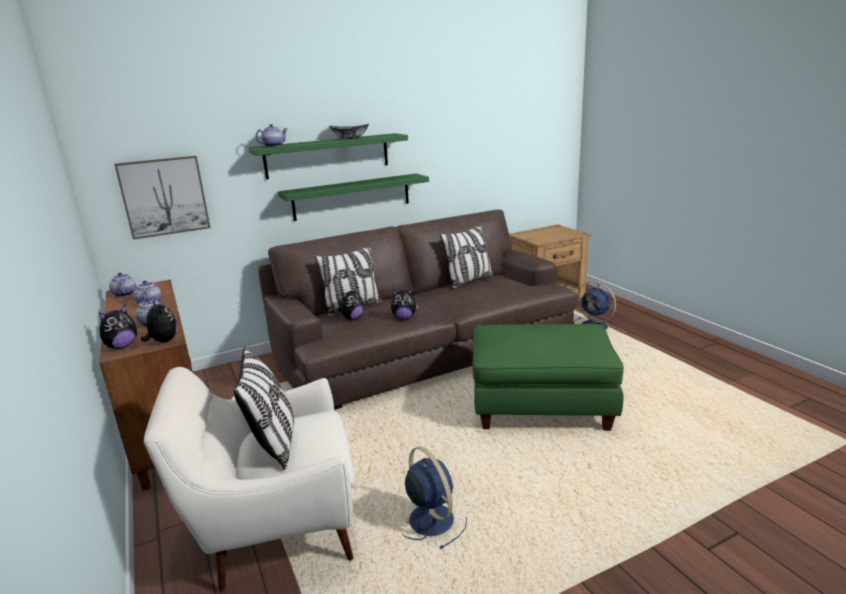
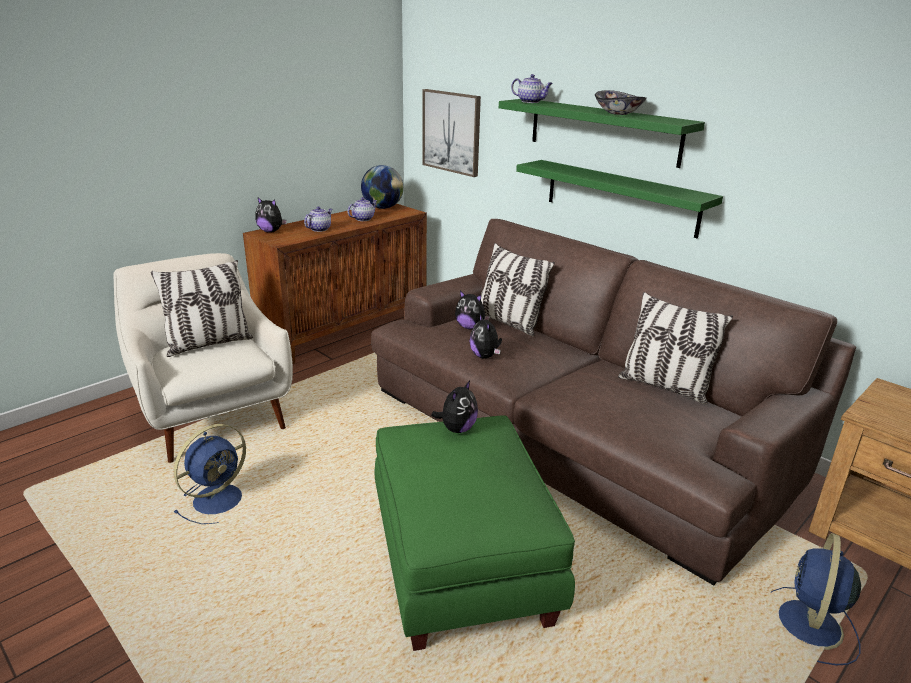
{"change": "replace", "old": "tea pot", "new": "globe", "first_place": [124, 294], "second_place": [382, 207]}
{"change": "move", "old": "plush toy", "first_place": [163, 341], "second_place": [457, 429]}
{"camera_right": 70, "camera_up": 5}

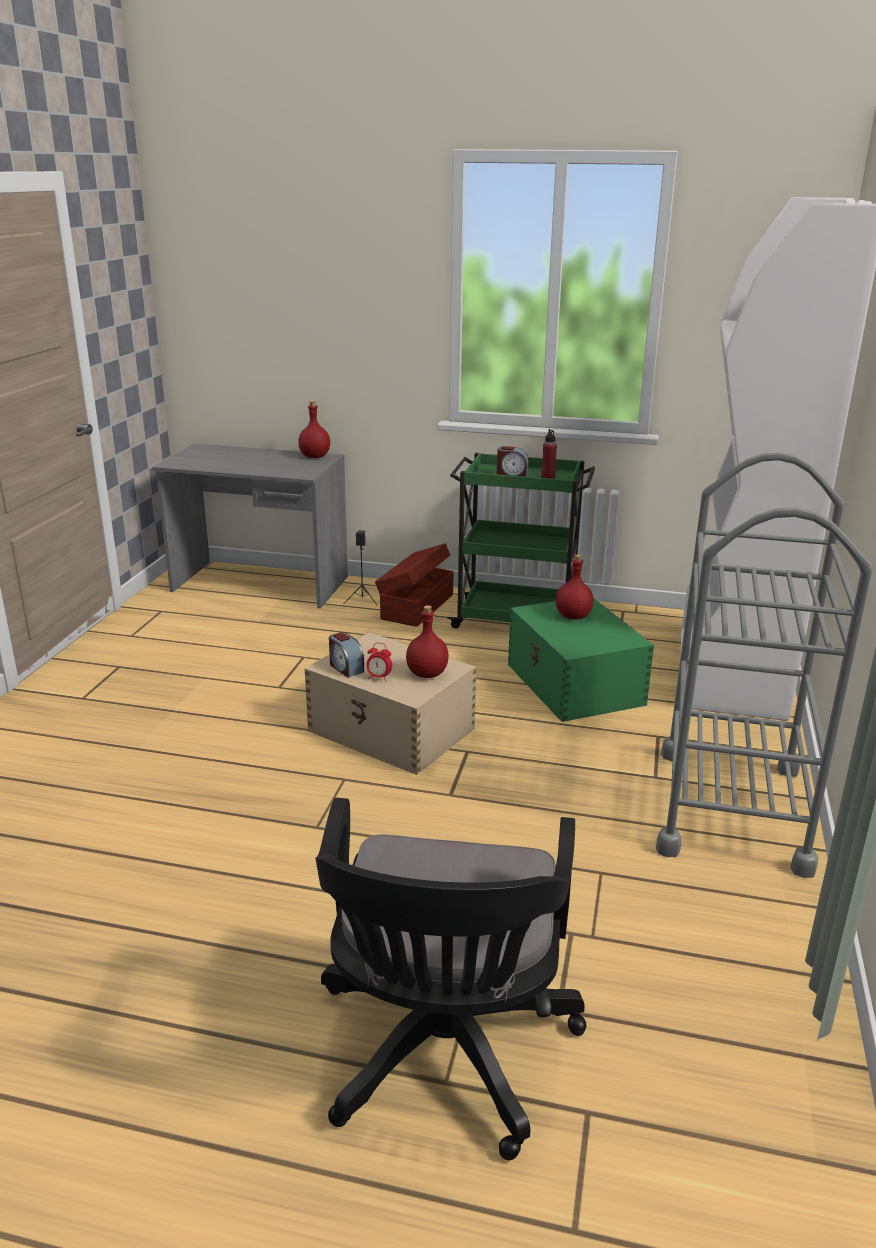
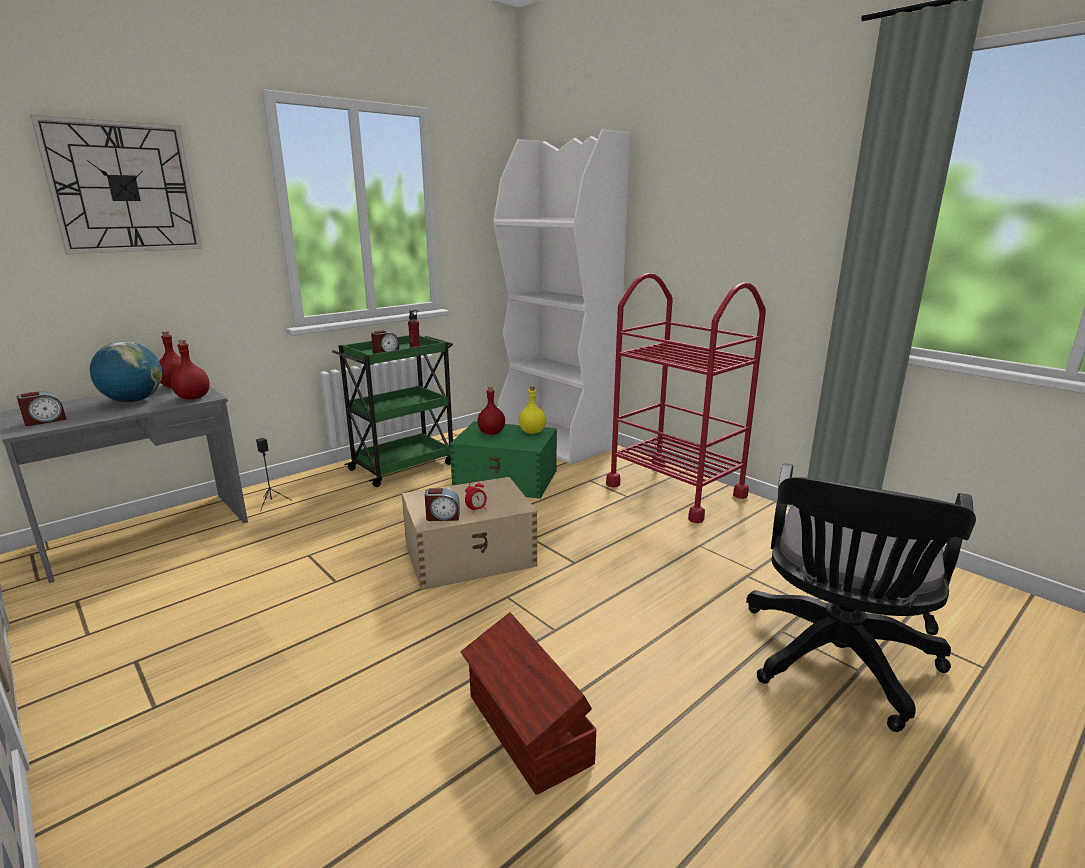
{"change": "rotate", "old": "black office chair", "first_place": [443, 1056], "second_place": [836, 662], "degrees": 75}
{"change": "move", "old": "brown-coloured storage bin", "first_place": [416, 607], "second_place": [527, 730]}
{"change": "move", "old": "red-coloured bottle", "first_place": [426, 674], "second_place": [193, 398]}
{"change": "recolor", "old": "grey trolley", "new": "red-coloured trolley", "first_place": [732, 808], "second_place": [675, 490]}
{"change": "insert", "new": "bedside clock", "second_place": [45, 421]}
{"change": "insert", "new": "clock on the wall", "second_place": [123, 188]}
{"change": "insert", "new": "globe", "second_place": [133, 401]}
{"change": "insert", "new": "yellow bottle", "second_place": [532, 432]}
{"camera_right": -55, "camera_up": -5}

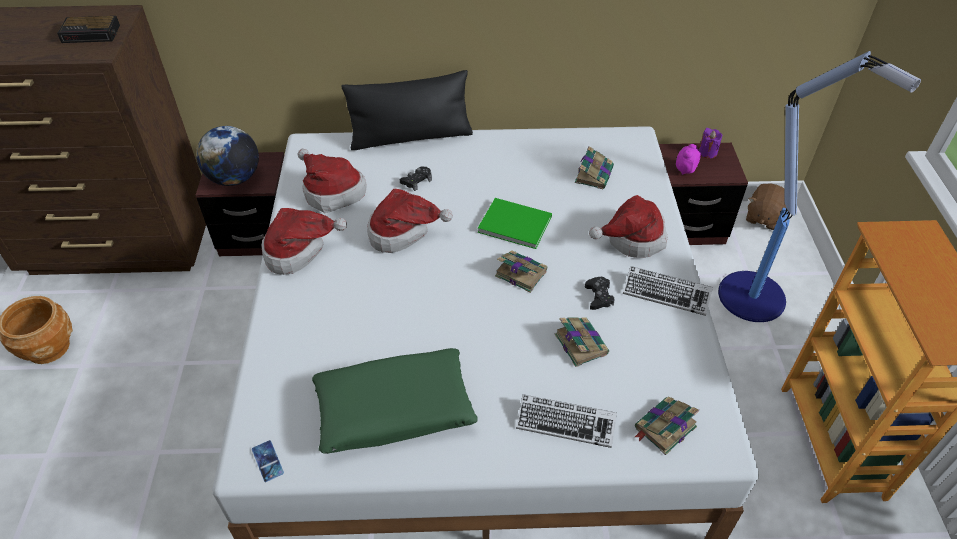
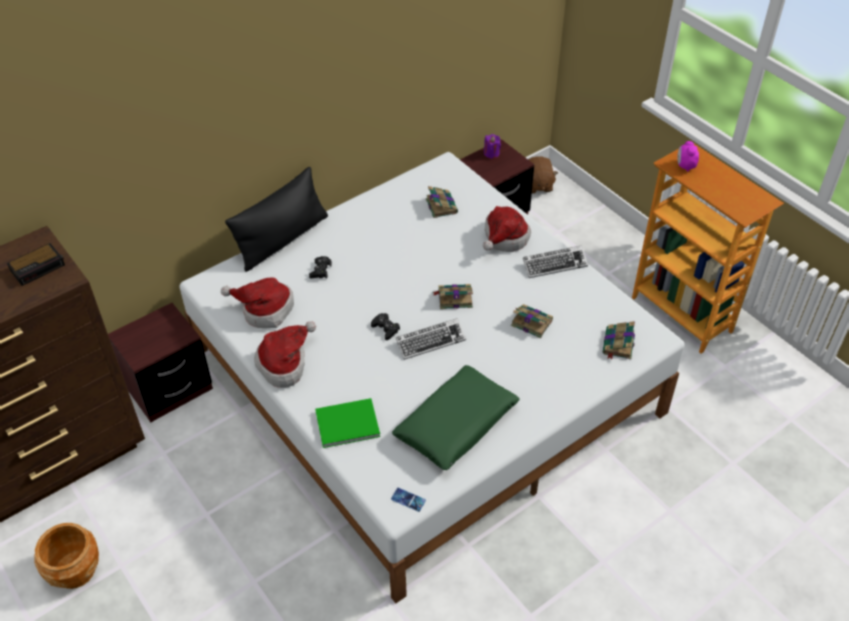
{"change": "delete", "old": "globe", "first_place": [234, 178]}
{"change": "delete", "old": "clothing hat", "first_place": [403, 232]}
{"change": "move", "old": "greenish book", "first_place": [513, 223], "second_place": [345, 423]}
{"change": "move", "old": "PC keyboard", "first_place": [565, 423], "second_place": [430, 341]}
{"change": "move", "old": "black game controller", "first_place": [599, 296], "second_place": [385, 328]}
{"change": "move", "old": "bedside clock", "first_place": [685, 170], "second_place": [685, 166]}
{"change": "delete", "old": "standard lamp", "first_place": [754, 298]}
{"camera_right": -35, "camera_up": 0}

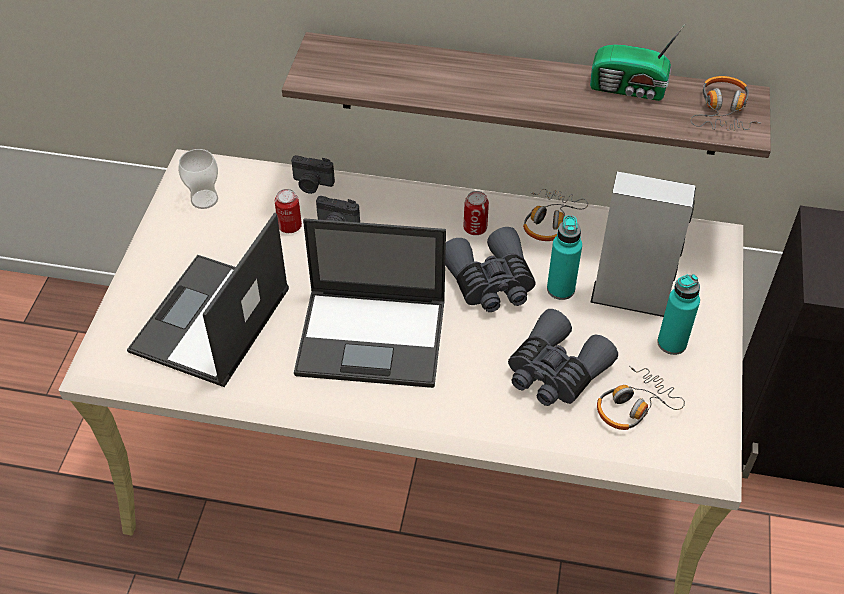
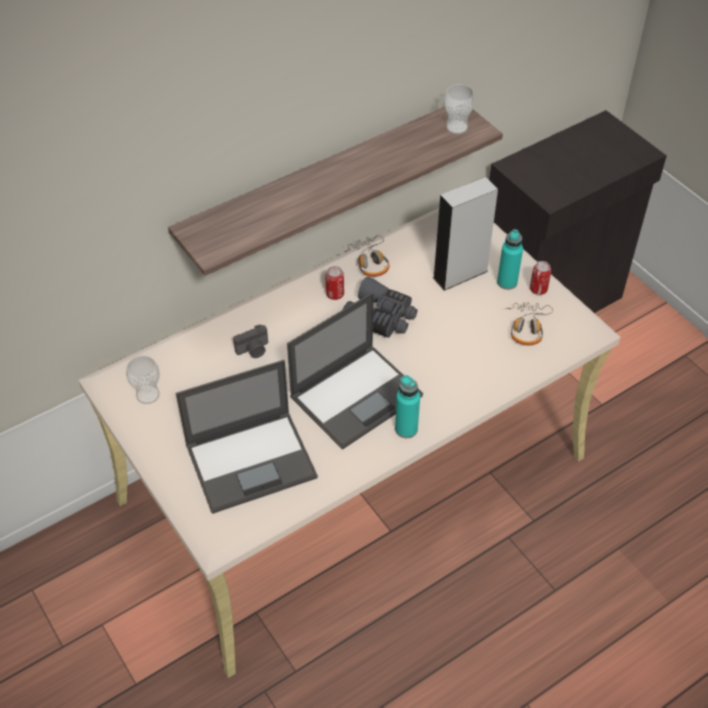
{"change": "rotate", "old": "laptop", "first_place": [210, 322], "second_place": [252, 460], "degrees": -90}
{"change": "move", "old": "sealed can", "first_place": [290, 226], "second_place": [538, 289]}
{"change": "delete", "old": "photo camera", "first_place": [312, 184]}
{"change": "delete", "old": "grey field glasses", "first_place": [555, 371]}
{"change": "move", "old": "blue-green bottle", "first_place": [560, 289], "second_place": [406, 429]}
{"change": "delete", "old": "radio receiver", "first_place": [629, 89]}
{"change": "replace", "old": "pair of headphones", "new": "cup", "first_place": [722, 112], "second_place": [456, 127]}
{"camera_right": -45, "camera_up": 0}

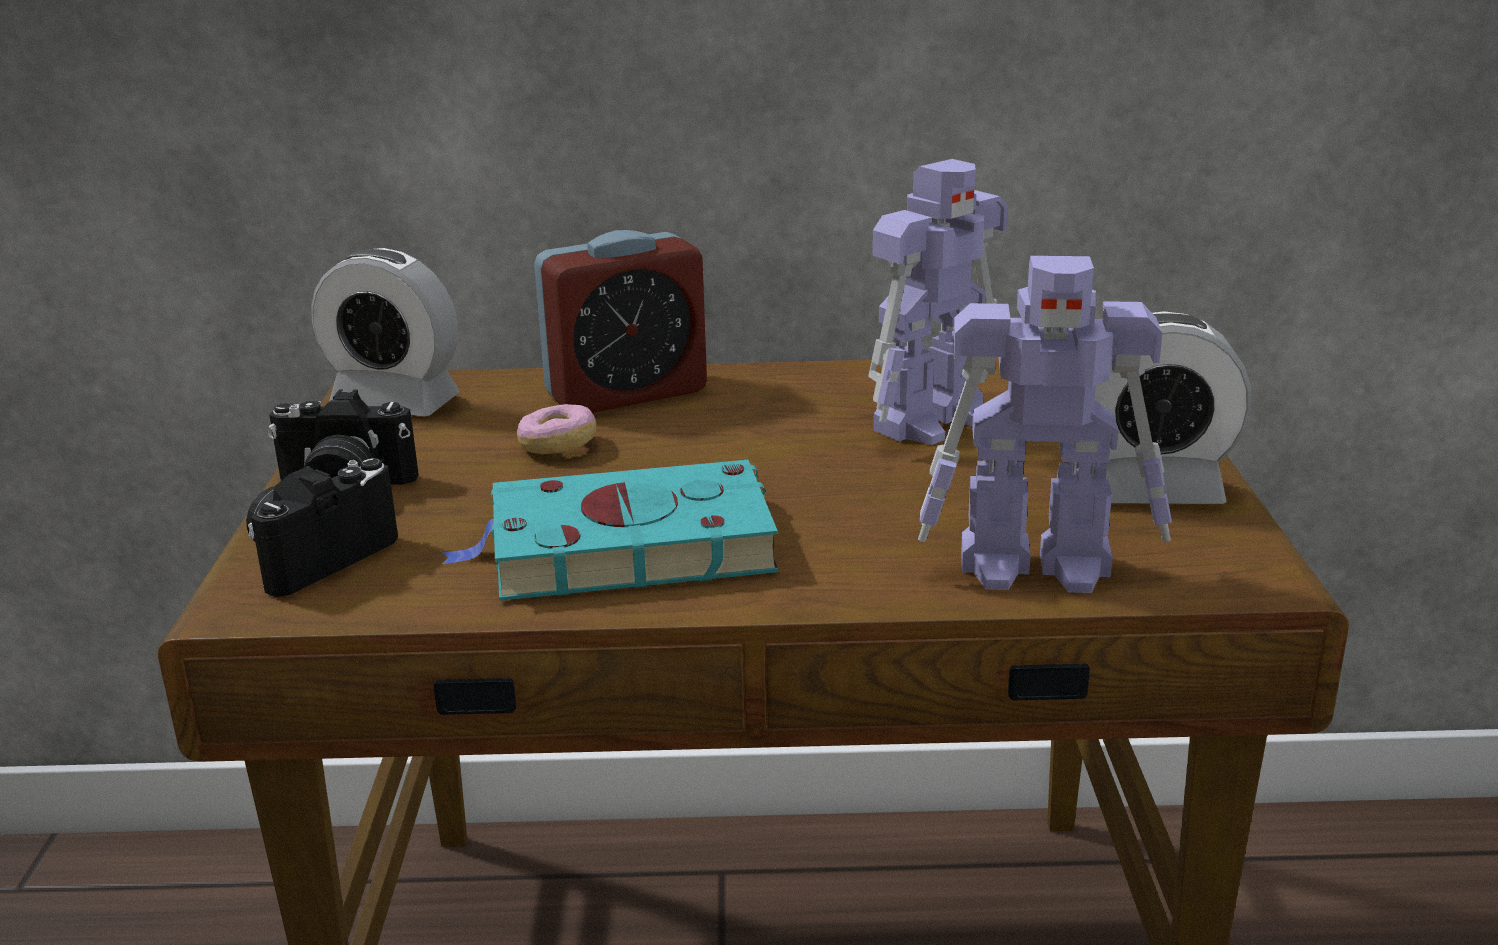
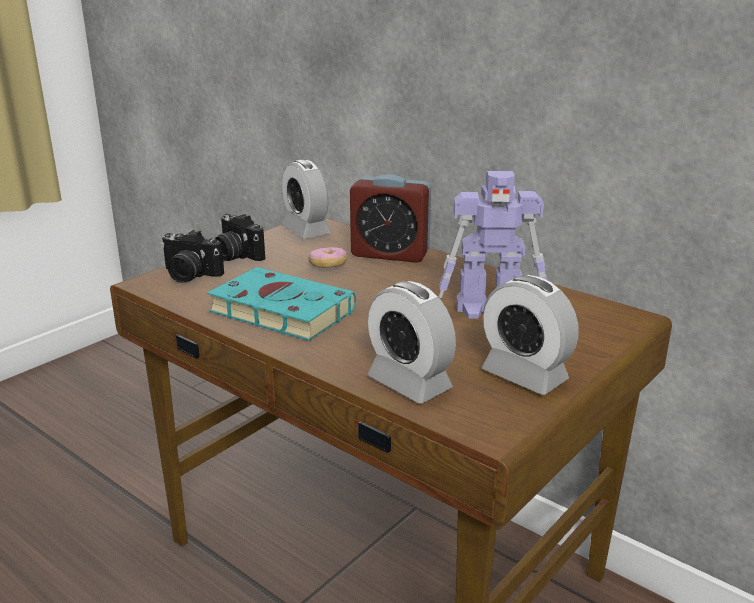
{"change": "rotate", "old": "photo camera", "first_place": [317, 557], "second_place": [189, 275], "degrees": -150}
{"change": "replace", "old": "robot figure", "new": "bedside clock", "first_place": [1039, 566], "second_place": [409, 383]}
{"camera_right": 40, "camera_up": 0}

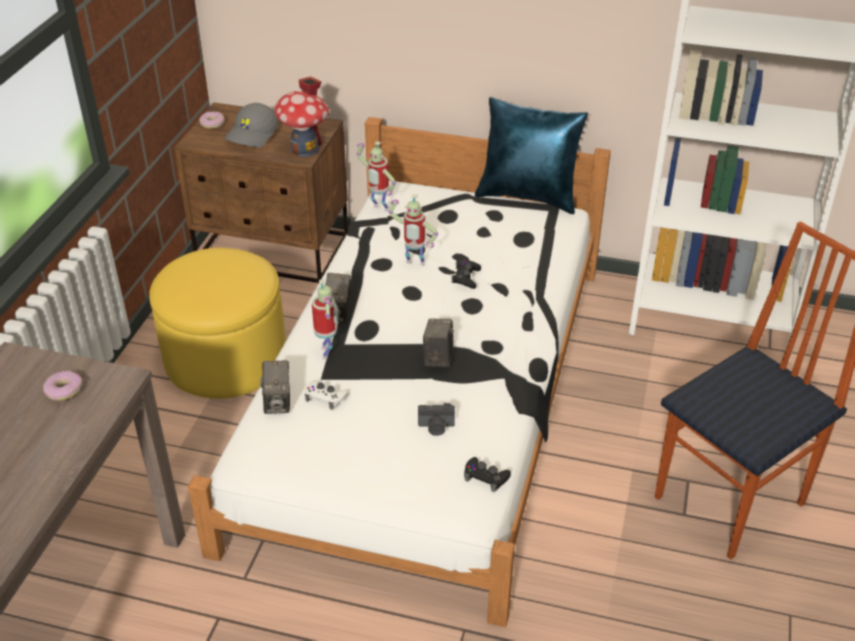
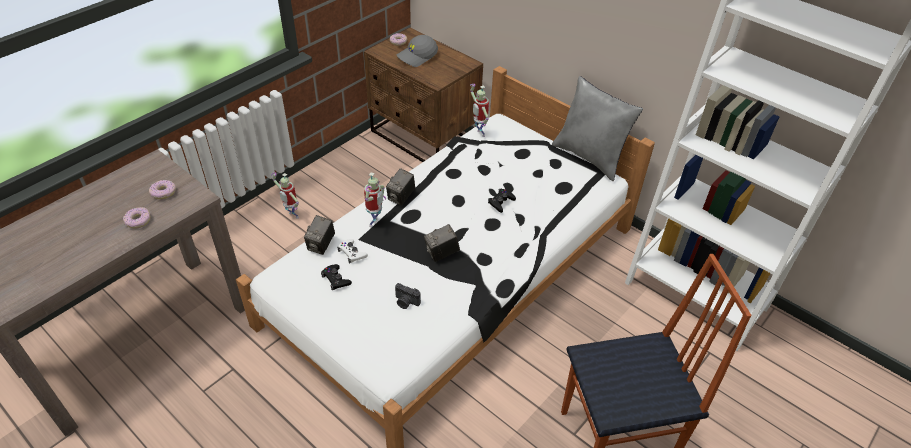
{"change": "delete", "old": "yellow footrest", "first_place": [226, 358]}
{"change": "delete", "old": "toy house", "first_place": [305, 149]}
{"change": "move", "old": "robot figure", "first_place": [414, 264], "second_place": [292, 216]}
{"change": "rotate", "old": "photo camera", "first_place": [438, 358], "second_place": [442, 253], "degrees": -150}
{"change": "move", "old": "black game controller", "first_place": [486, 477], "second_place": [336, 279]}
{"change": "recolor", "old": "blue-coloured pillow", "new": "grey pillow", "first_place": [528, 196], "second_place": [590, 157]}
{"change": "insert", "new": "doughnut", "second_place": [138, 221]}
{"camera_right": 25, "camera_up": 5}

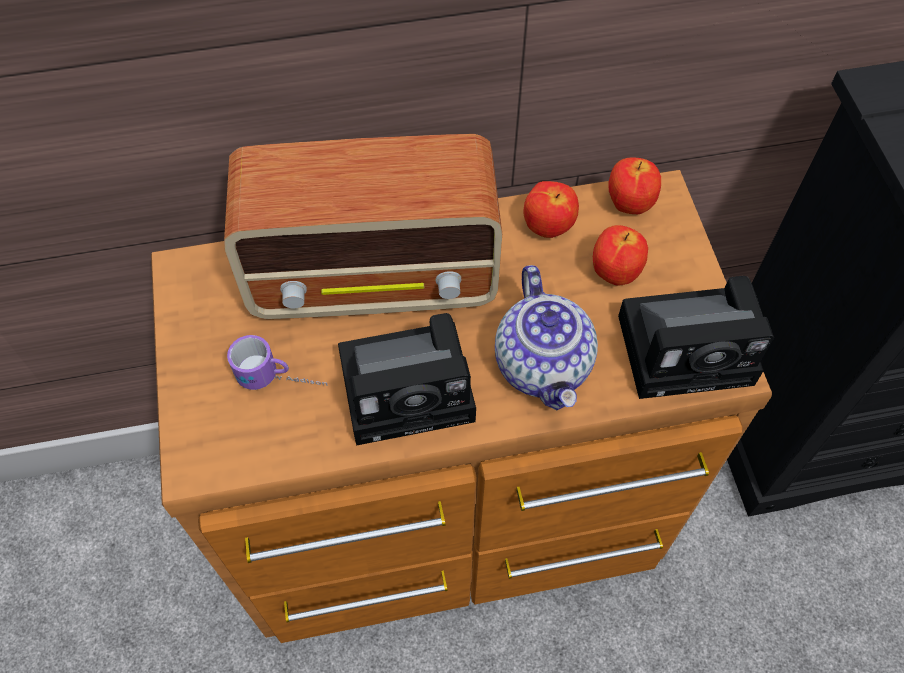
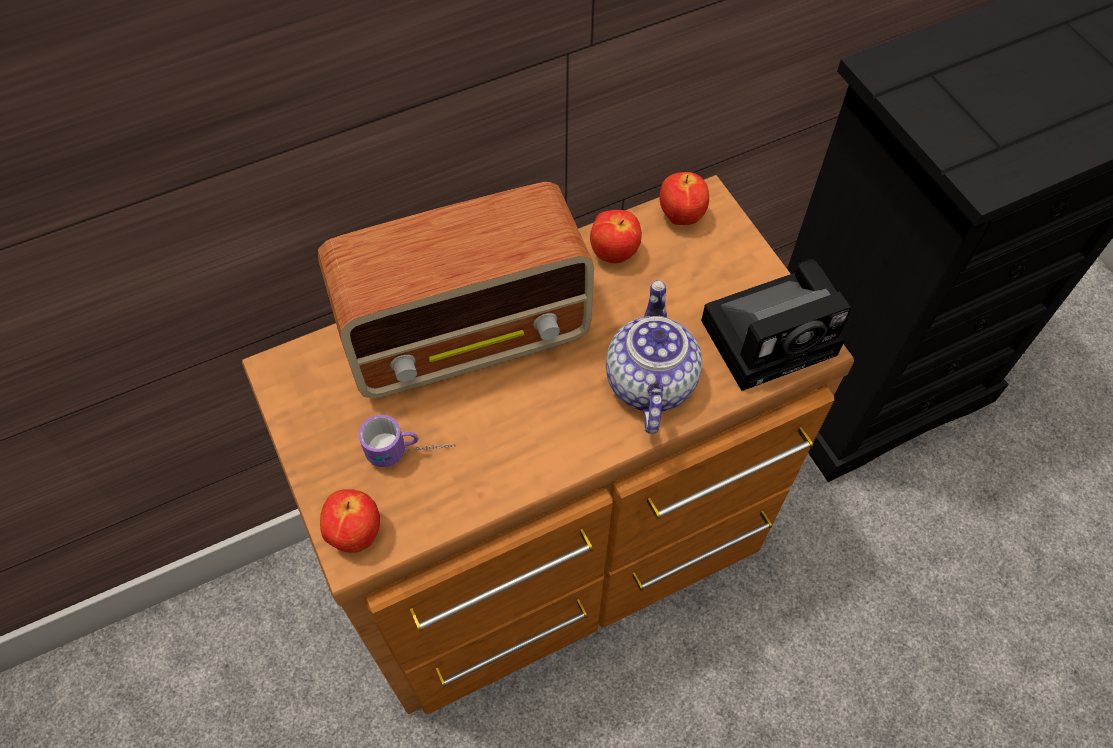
{"change": "delete", "old": "photo camera", "first_place": [413, 387]}
{"change": "rotate", "old": "tea pot", "first_place": [544, 365], "second_place": [649, 381], "degrees": -150}
{"change": "move", "old": "whole apple", "first_place": [614, 272], "second_place": [355, 533]}
{"camera_right": -15, "camera_up": 0}

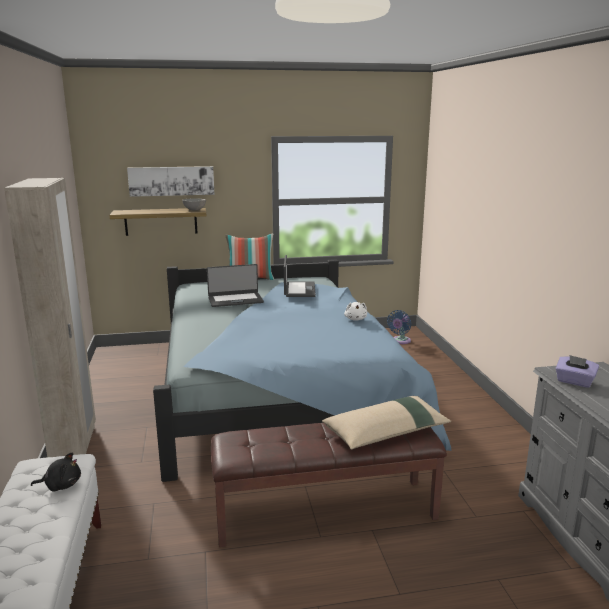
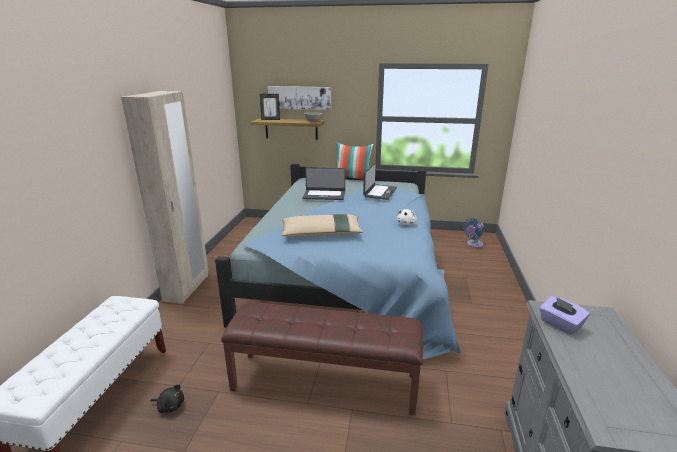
{"change": "move", "old": "black plush toy", "first_place": [61, 485], "second_place": [170, 406]}
{"change": "move", "old": "beige pillow", "first_place": [386, 432], "second_place": [321, 233]}
{"change": "insert", "new": "photo frame", "second_place": [270, 119]}
{"camera_right": 20, "camera_up": 5}

